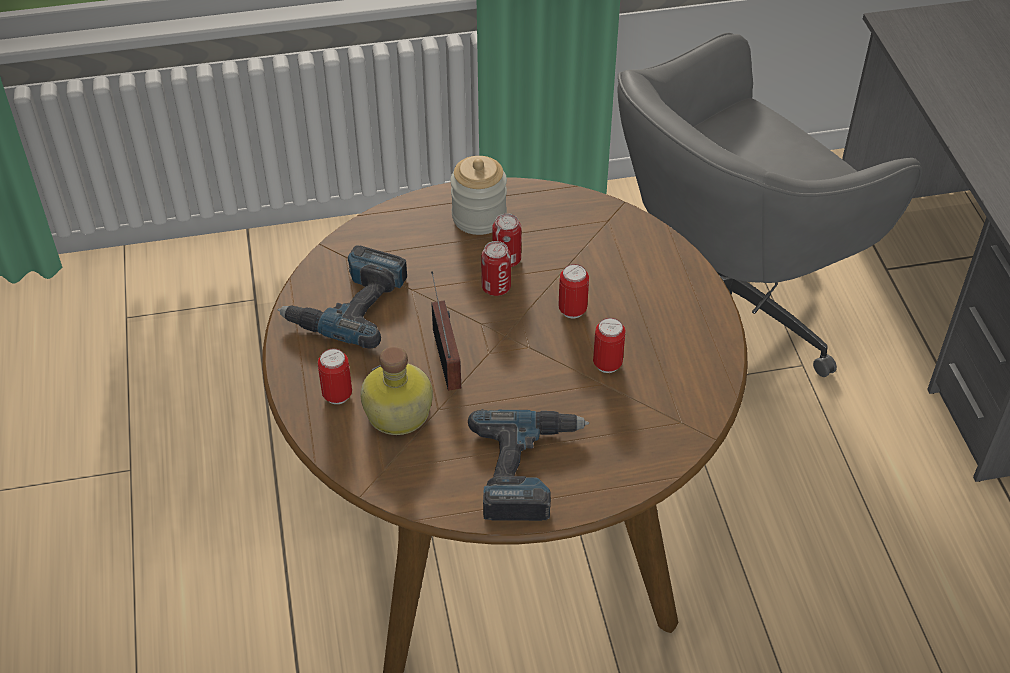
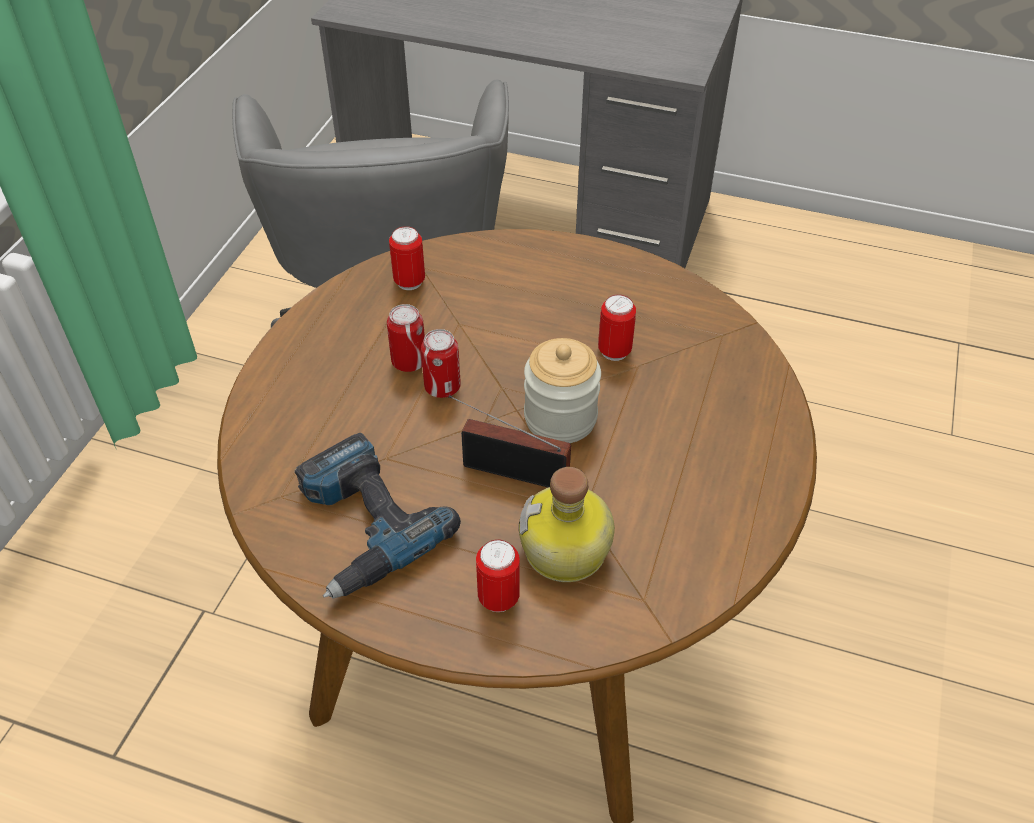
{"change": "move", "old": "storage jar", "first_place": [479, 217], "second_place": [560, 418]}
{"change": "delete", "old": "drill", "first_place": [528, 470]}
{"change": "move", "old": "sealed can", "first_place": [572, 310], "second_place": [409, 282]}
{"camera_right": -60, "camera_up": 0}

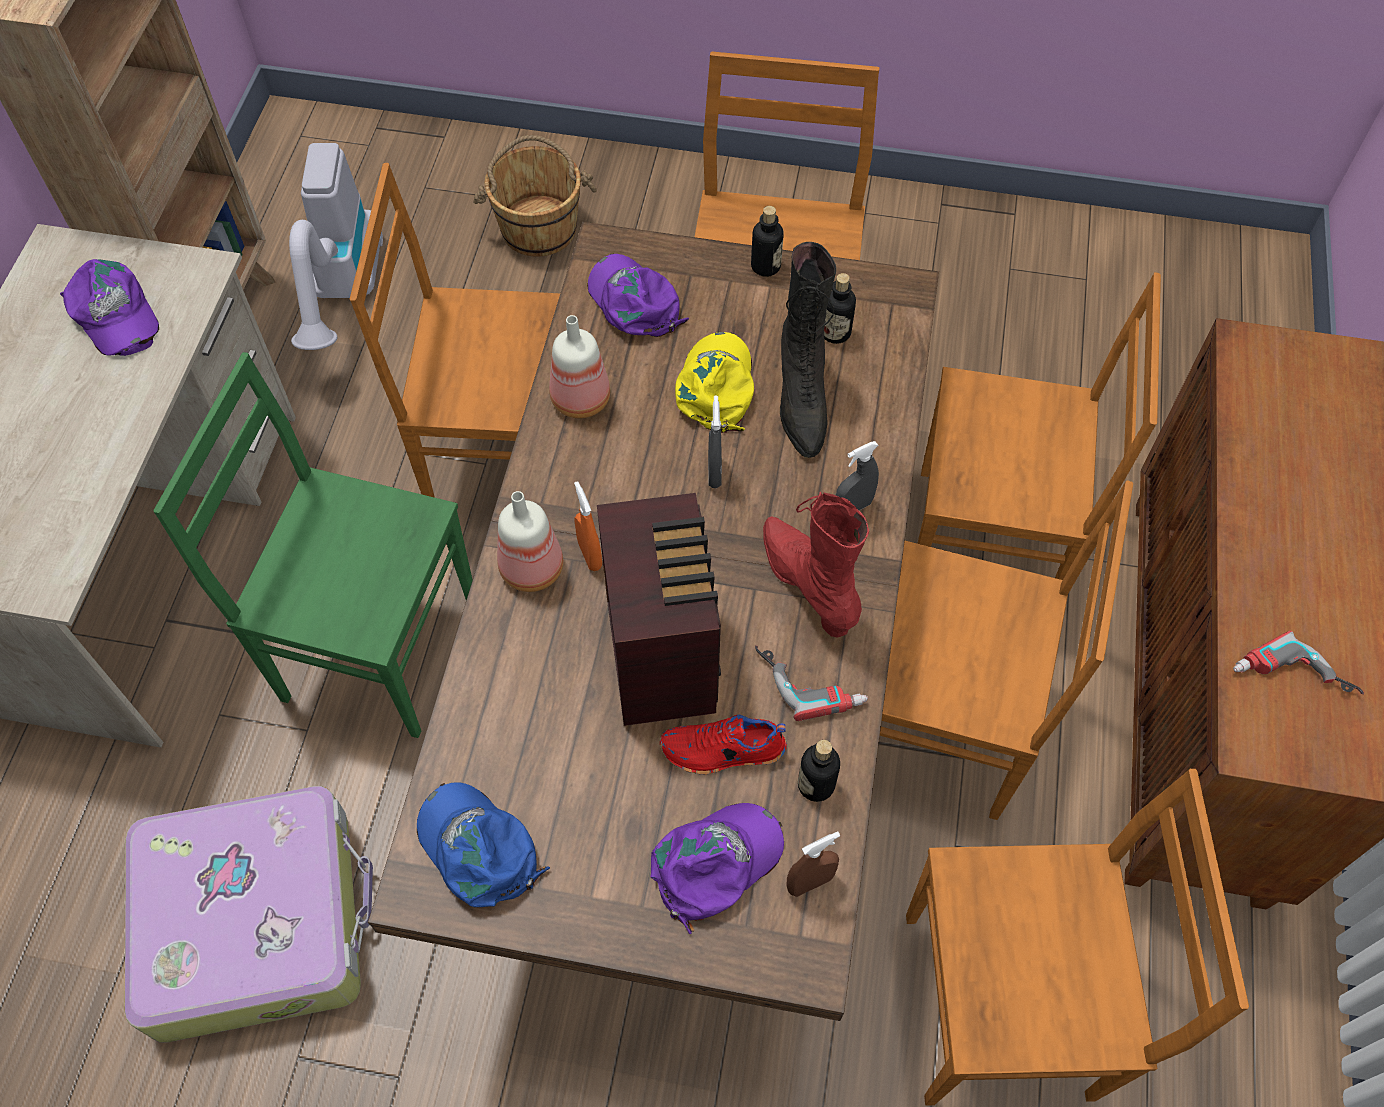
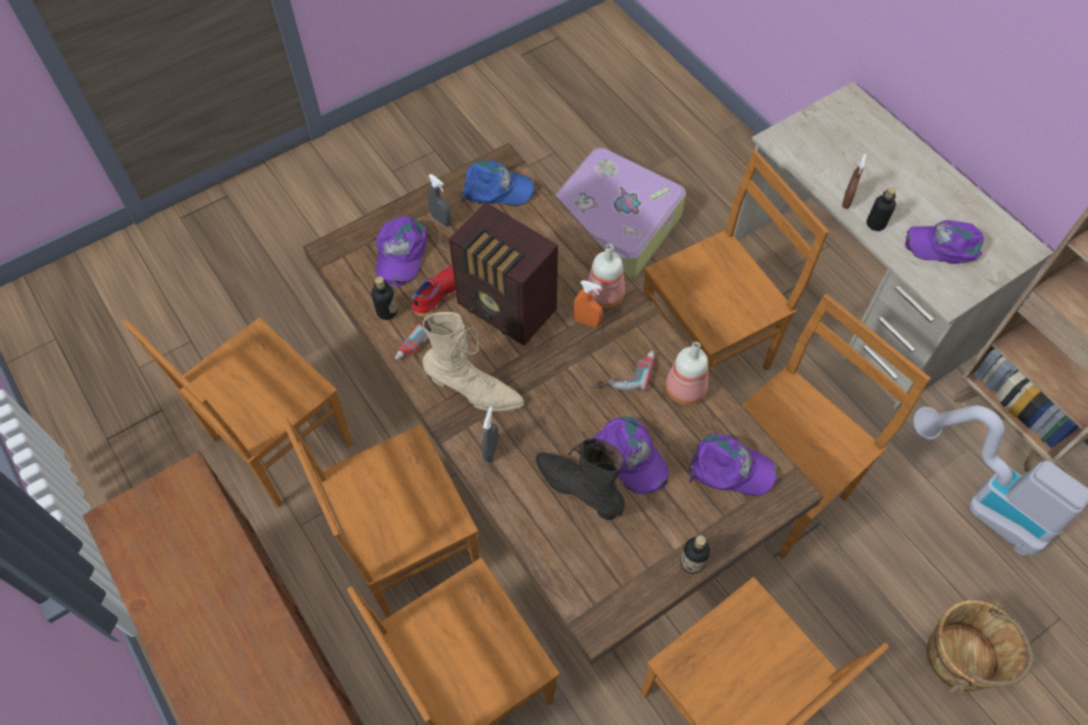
{"change": "recolor", "old": "greenish upright chair", "new": "brown-coloured upright chair", "first_place": [374, 645], "second_place": [706, 348]}
{"change": "recolor", "old": "yellow baseball cap", "new": "purplish baseball cap", "first_place": [716, 386], "second_place": [629, 457]}
{"change": "move", "old": "grey spray bottle", "first_place": [714, 472], "second_place": [441, 220]}
{"change": "recolor", "old": "red-coloured tall boot", "new": "beige tall boot", "first_place": [808, 584], "second_place": [474, 392]}
{"change": "move", "old": "brown-coloured spray bottle", "first_place": [810, 882], "second_place": [846, 201]}
{"change": "move", "old": "bottle", "first_place": [835, 332], "second_place": [875, 224]}
{"change": "move", "old": "drill", "first_place": [1292, 682], "second_place": [623, 372]}
{"camera_right": 135, "camera_up": 0}

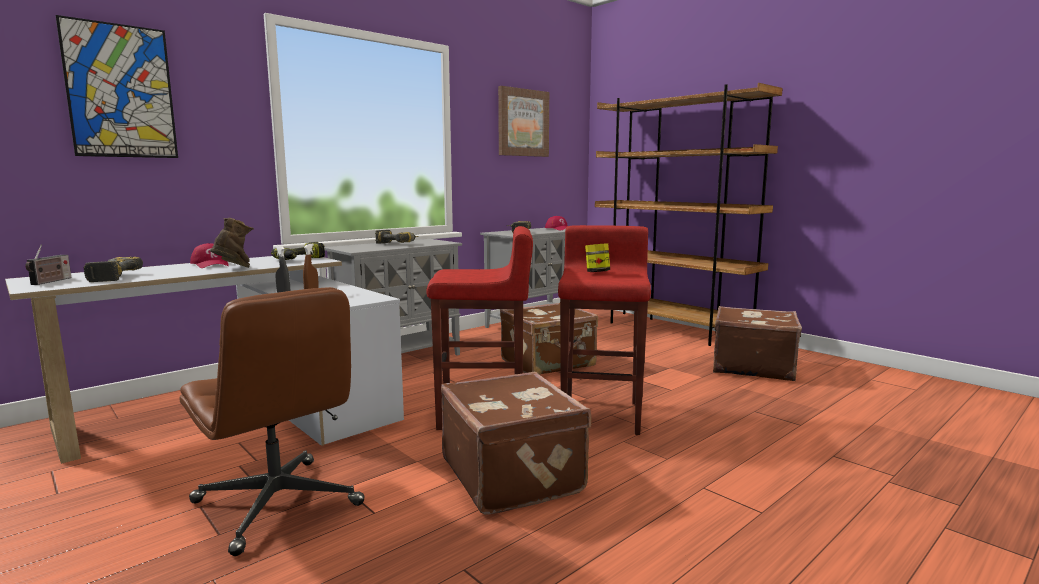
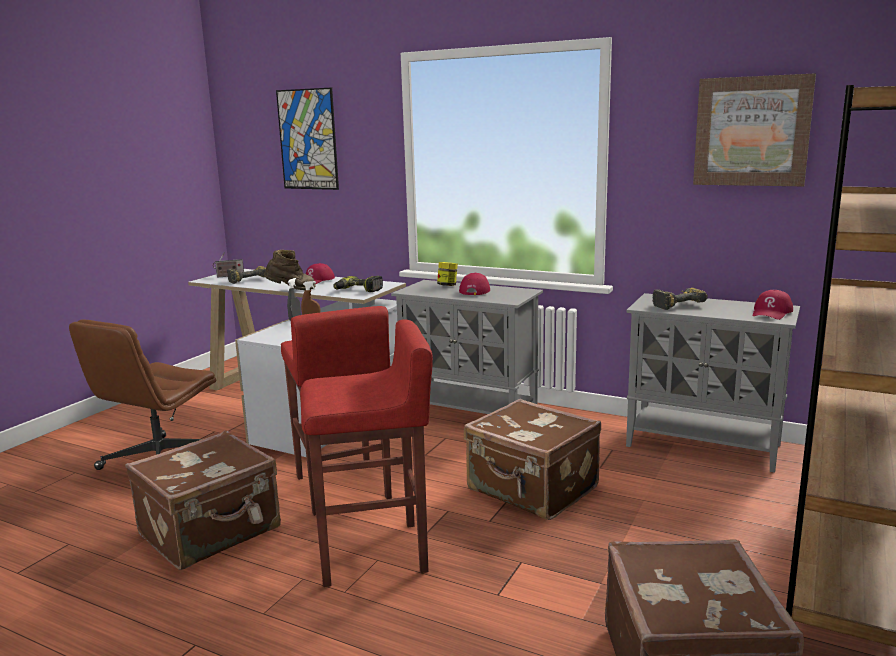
{"change": "replace", "old": "drill", "new": "red-coloured baseball cap", "first_place": [398, 243], "second_place": [475, 290]}
{"change": "move", "old": "storage jar", "first_place": [597, 272], "second_place": [447, 285]}
{"camera_right": 70, "camera_up": 5}

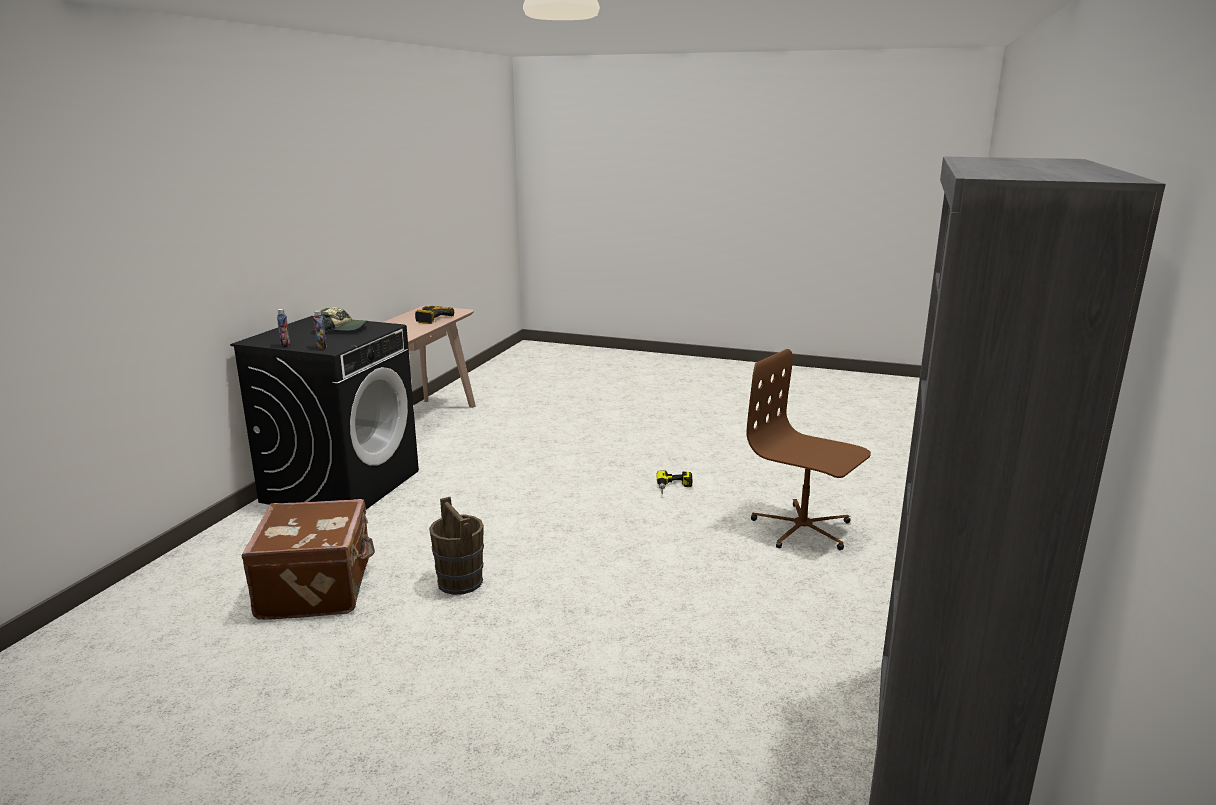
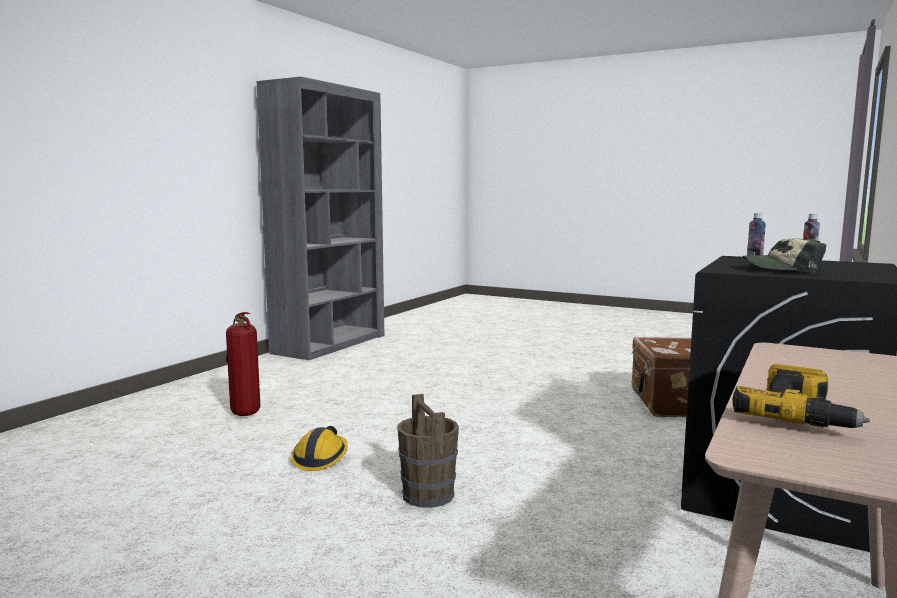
{"change": "move", "old": "brown-coloured water bucket", "first_place": [460, 582], "second_place": [428, 495]}
{"change": "replace", "old": "drill", "new": "hard hat", "first_place": [674, 487], "second_place": [320, 458]}
{"change": "replace", "old": "brown-coloured office chair", "new": "fire-fighting cylinder", "first_place": [802, 529], "second_place": [243, 413]}
{"camera_right": -170, "camera_up": -10}

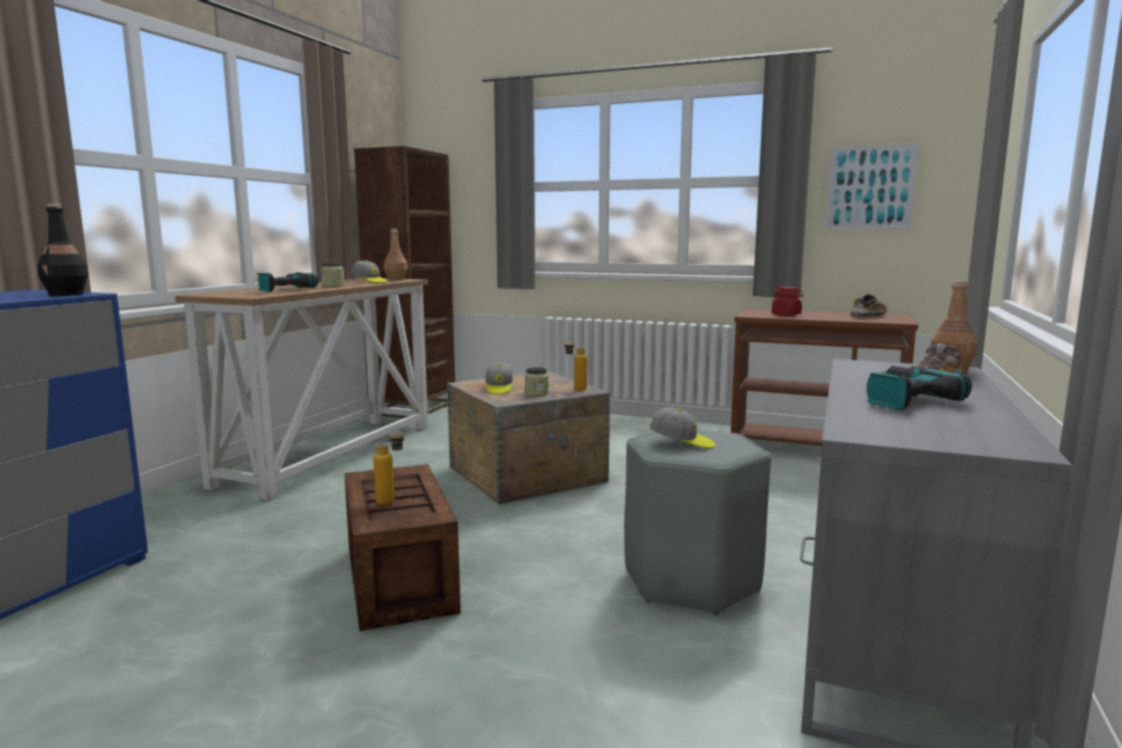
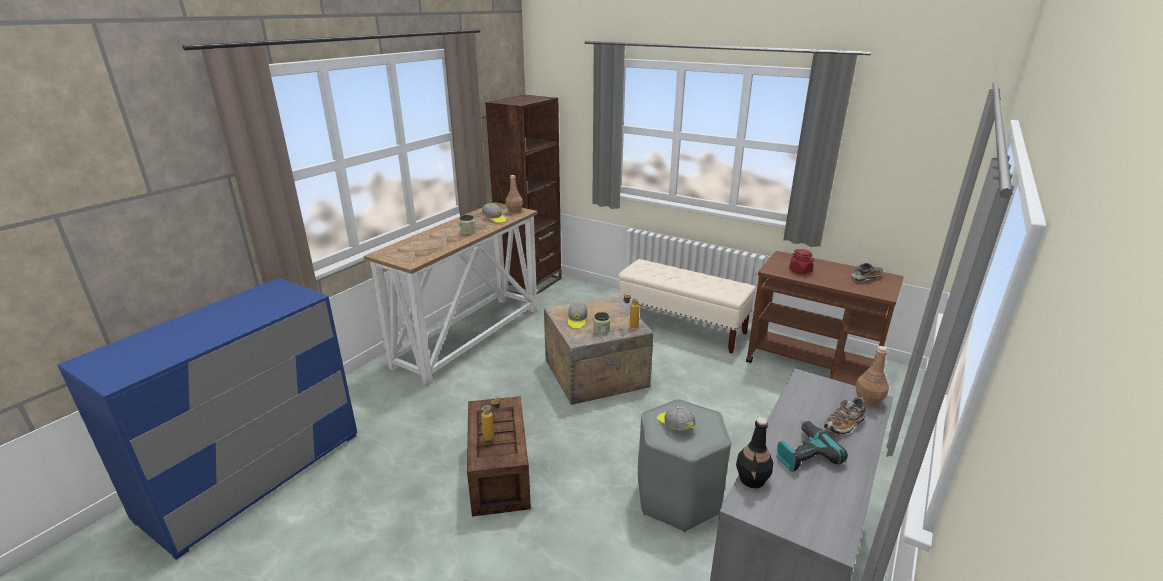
{"change": "move", "old": "black bottle", "first_place": [66, 294], "second_place": [752, 479]}
{"change": "delete", "old": "drill", "first_place": [284, 289]}
{"change": "rotate", "old": "baseball cap", "first_place": [682, 443], "second_place": [675, 425], "degrees": -150}
{"change": "delete", "old": "wall picture", "first_place": [870, 187]}
{"change": "insert", "new": "beige indoor bench", "second_place": [682, 327]}
{"camera_right": 10, "camera_up": 15}

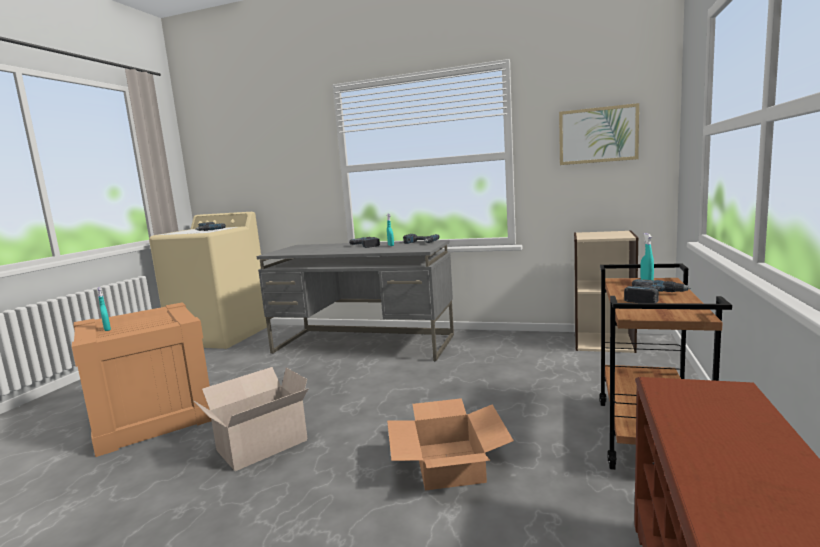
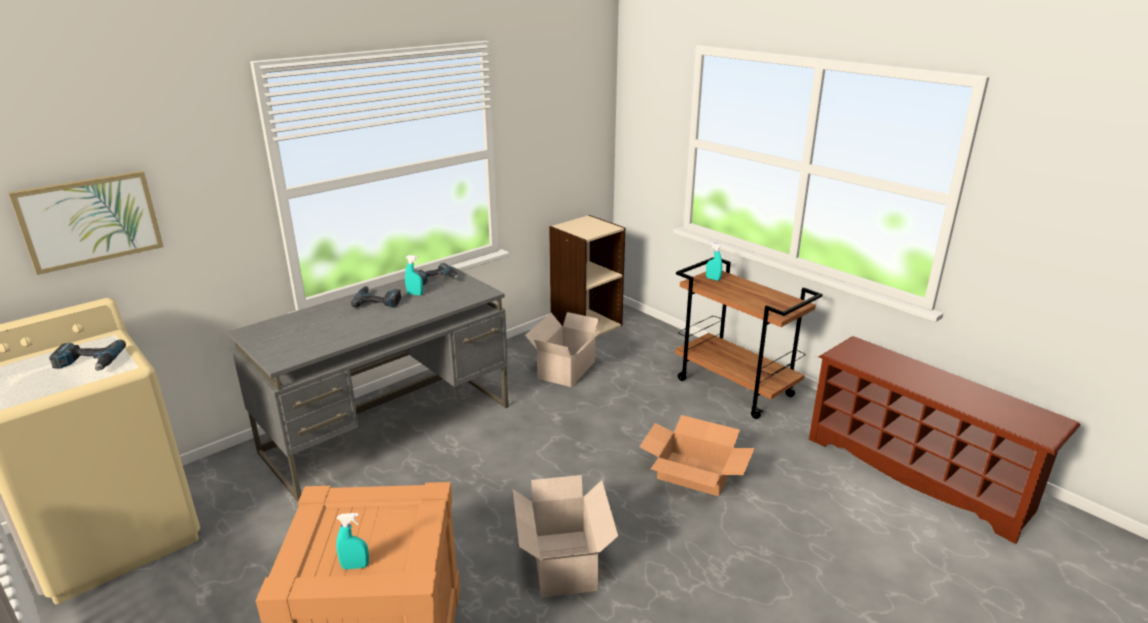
{"change": "move", "old": "wall picture", "first_place": [598, 135], "second_place": [90, 220]}
{"change": "delete", "old": "drill", "first_place": [653, 297]}
{"change": "insert", "new": "cardboard box", "second_place": [568, 369]}
{"camera_right": -60, "camera_up": 15}

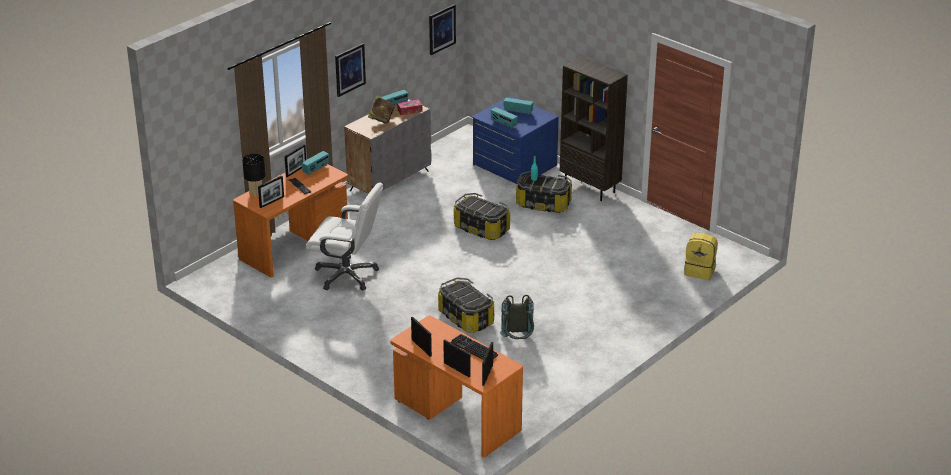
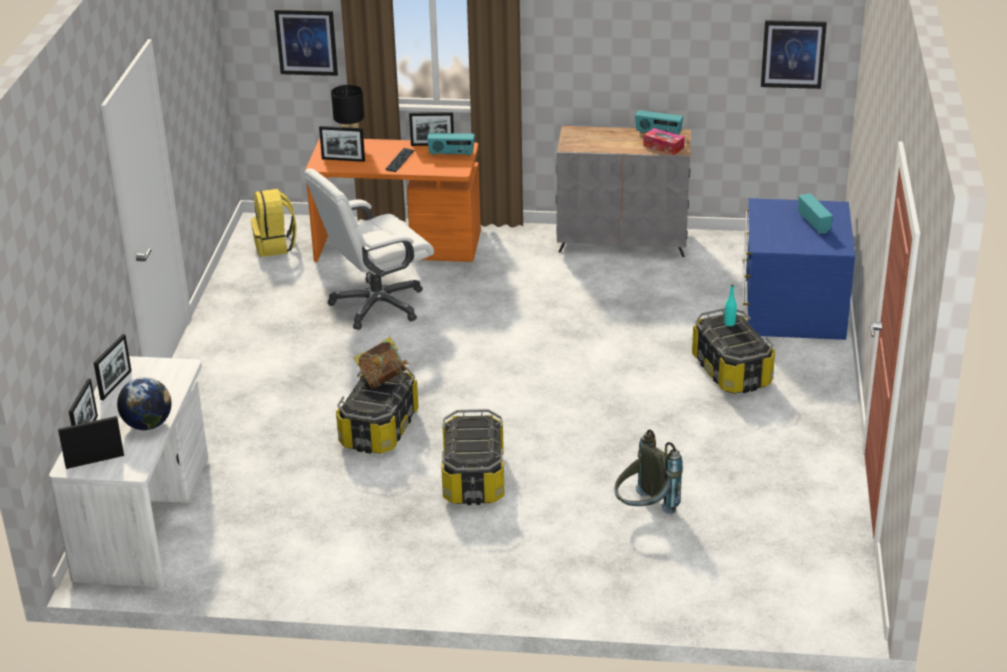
{"change": "rotate", "old": "whitish office chair", "first_place": [347, 275], "second_place": [376, 305], "degrees": 75}
{"change": "move", "old": "wall picture", "first_place": [350, 69], "second_place": [306, 42]}
{"change": "move", "old": "book", "first_place": [381, 119], "second_place": [382, 378]}
{"change": "recolor", "old": "orange-coloured desk table", "new": "whitish desk table", "first_place": [456, 416], "second_place": [145, 518]}
{"change": "replace", "old": "PC keyboard", "new": "globe", "first_place": [472, 349], "second_place": [147, 425]}
{"change": "move", "old": "storage bin", "first_place": [482, 228], "second_place": [474, 478]}
{"change": "delete", "old": "radio receiver", "first_place": [503, 124]}
{"change": "move", "old": "grey backpack", "first_place": [518, 341], "second_place": [644, 511]}
{"change": "delete", "old": "brown-coloured bookcase", "first_place": [590, 188]}
{"change": "move", "old": "yellow backpack", "first_place": [700, 271], "second_place": [275, 246]}
{"camera_right": 55, "camera_up": 0}

